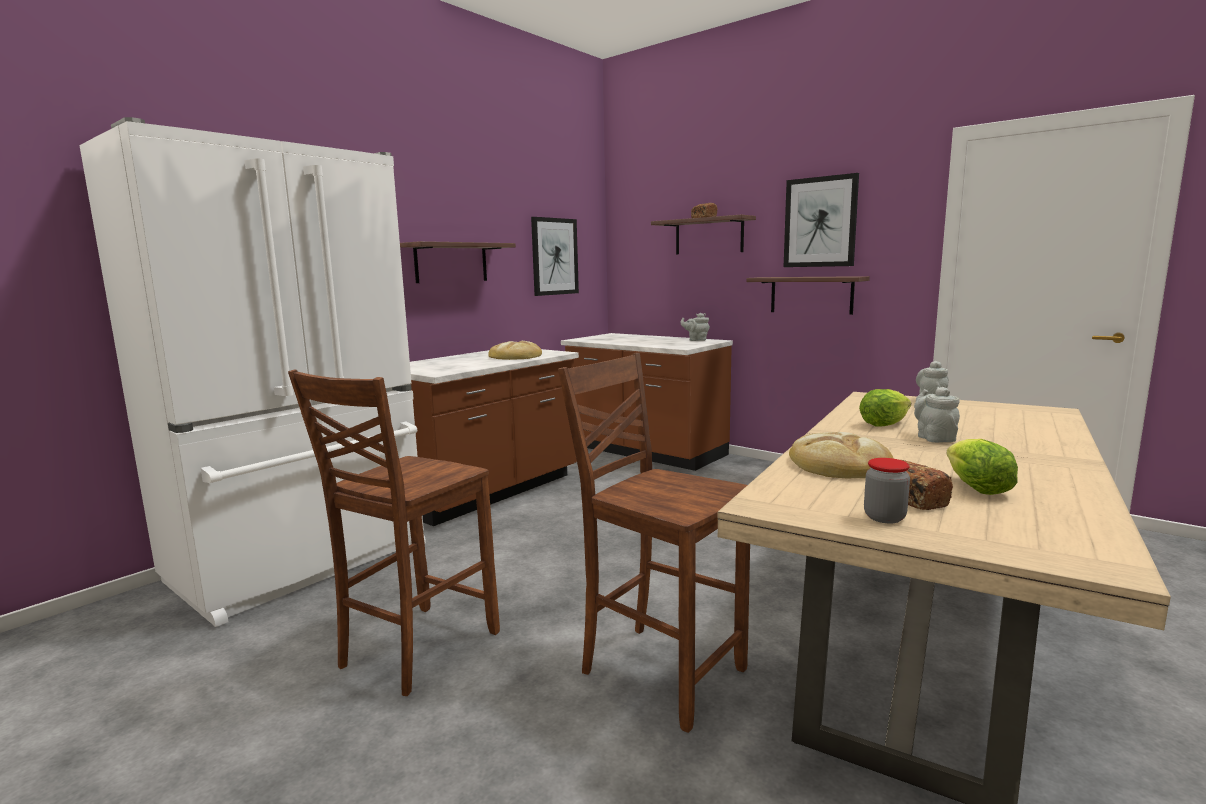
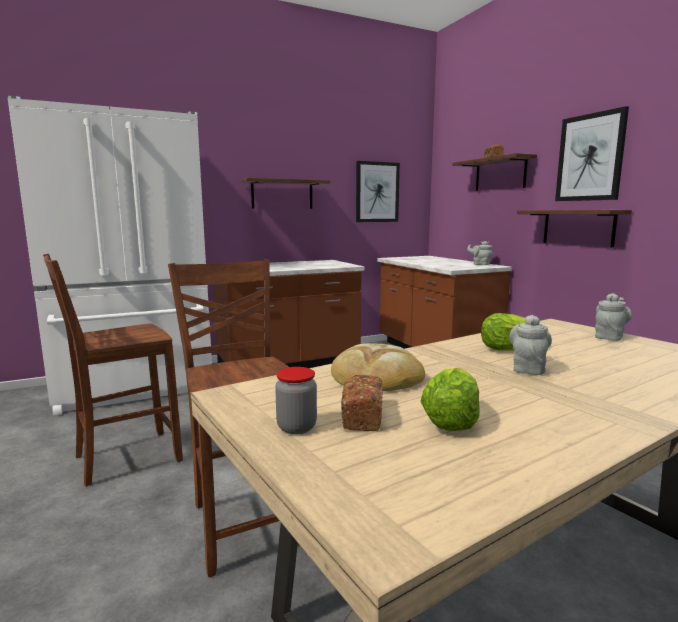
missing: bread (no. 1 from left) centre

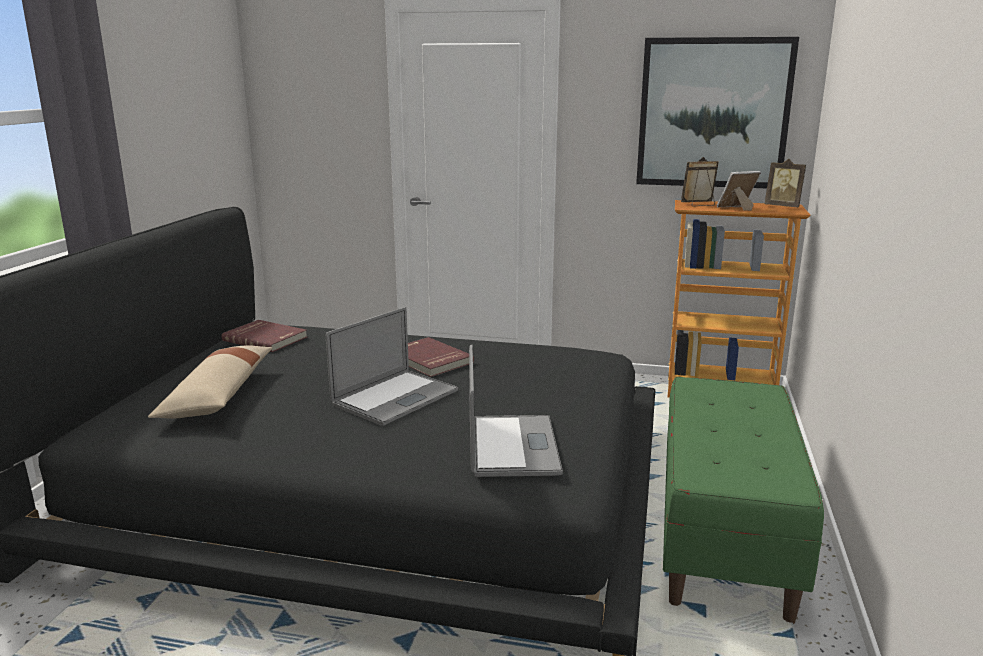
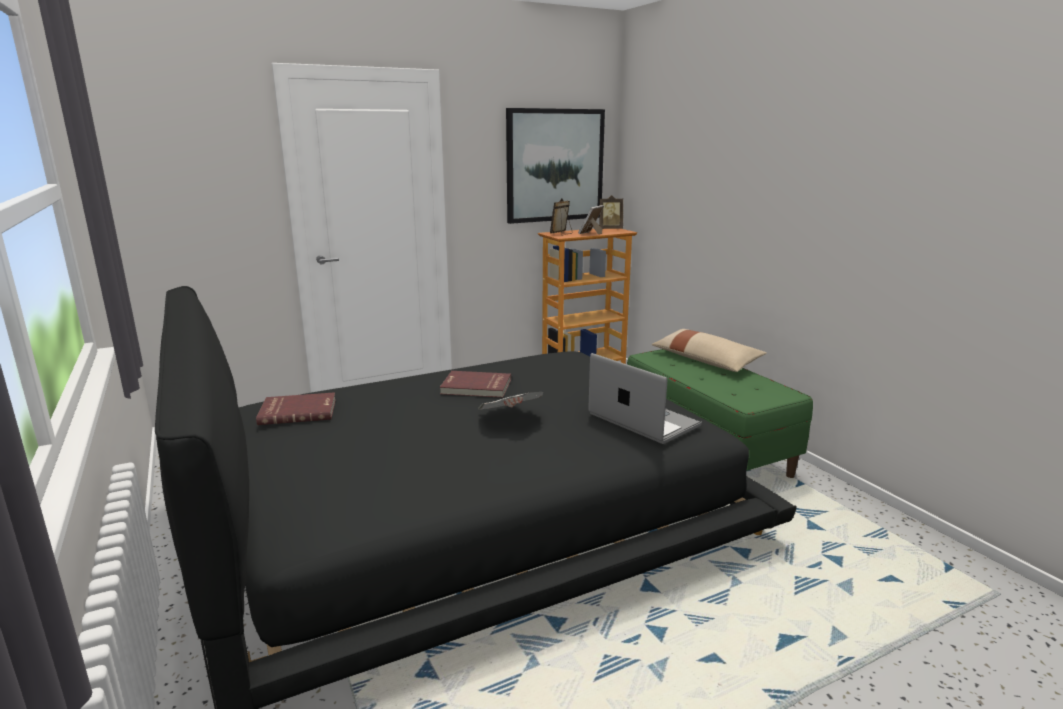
relocated: beige-coloured_cushion middle left to middle right
exchanged: notebook_computer (no. 1 from left) centre to newspaper centre

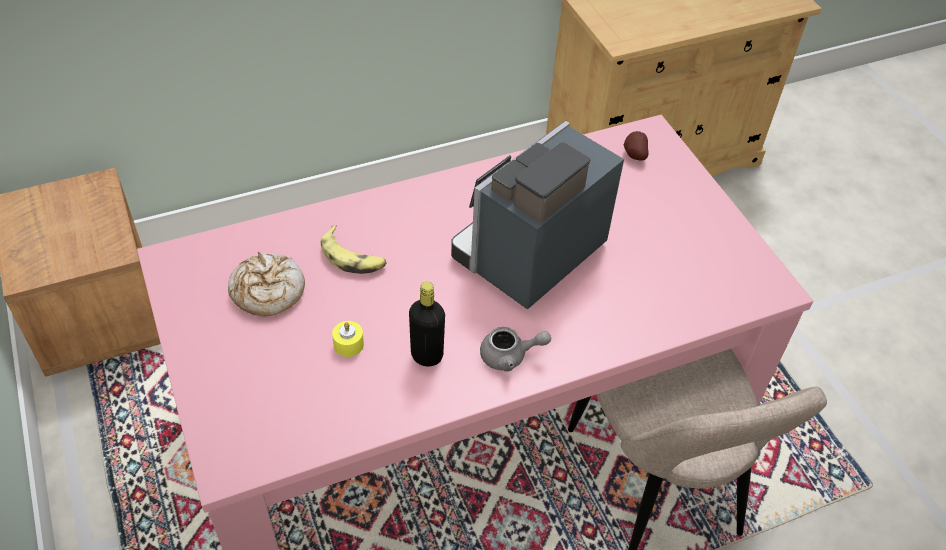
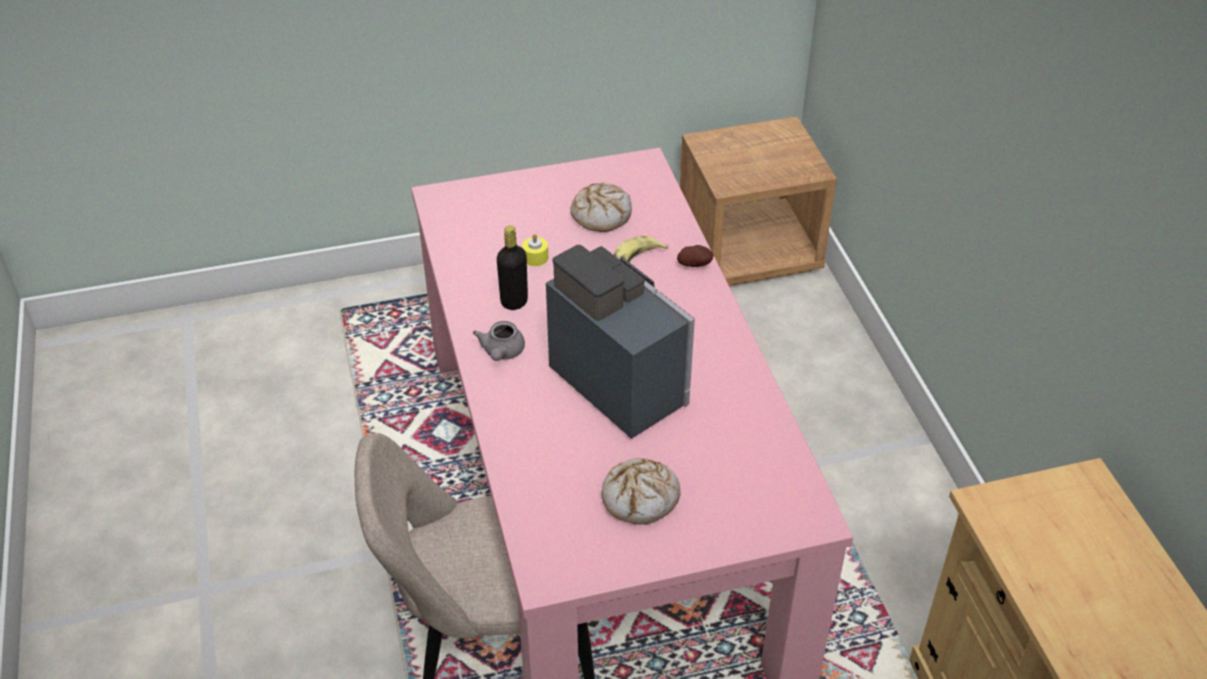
appeared: bread (no. 2 from left) bottom centre
relocated: spud top right to centre

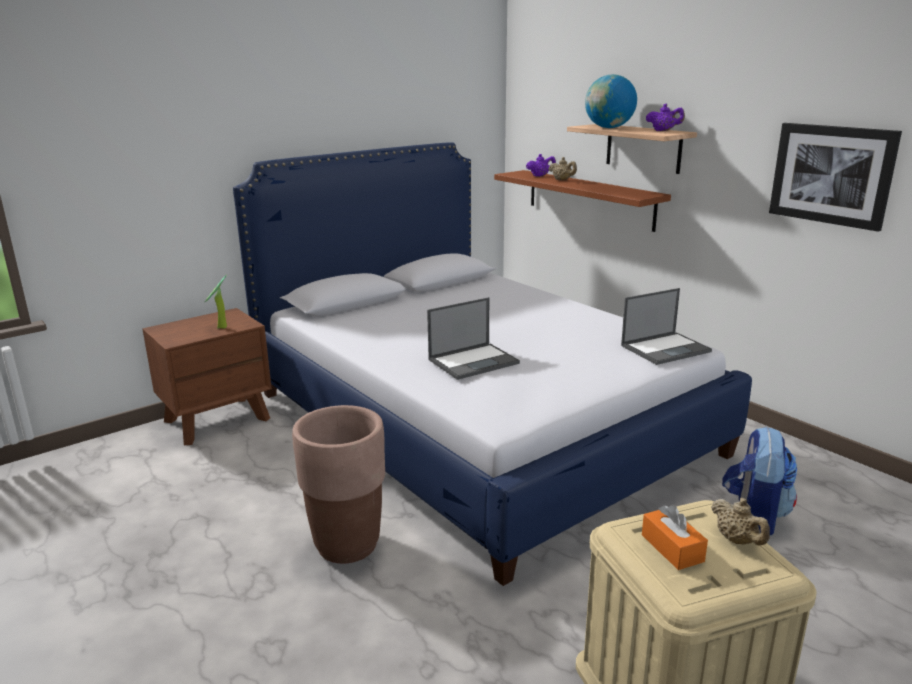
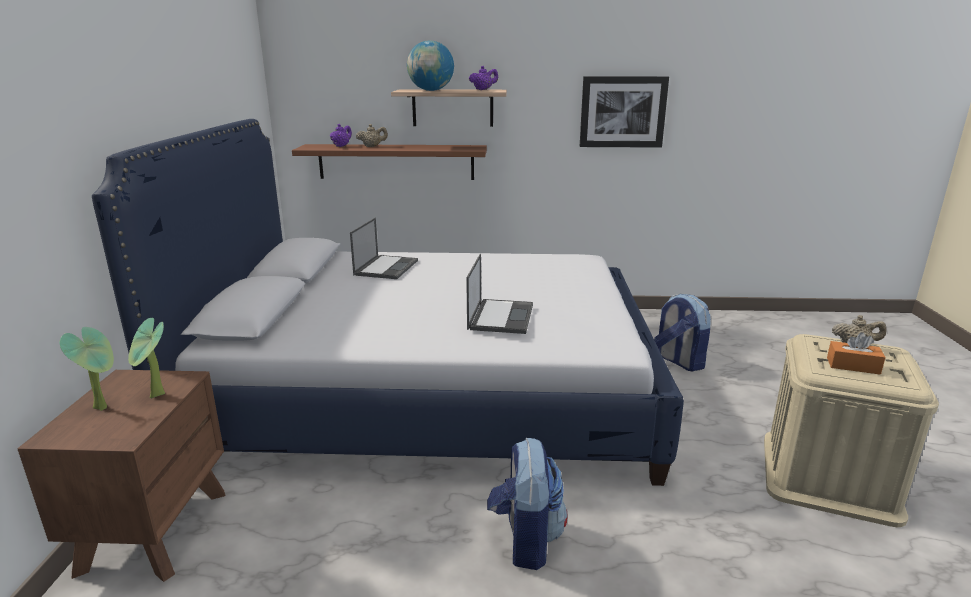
appeared: plant_in_a_pot (no. 1 from left) middle left
relocated: notebook_computer (no. 2 from left in the first image) middle right to notebook_computer (no. 1 from left) centre
exchanged: brownish_flower_pot bottom centre to knapsack (no. 1 from left) bottom centre

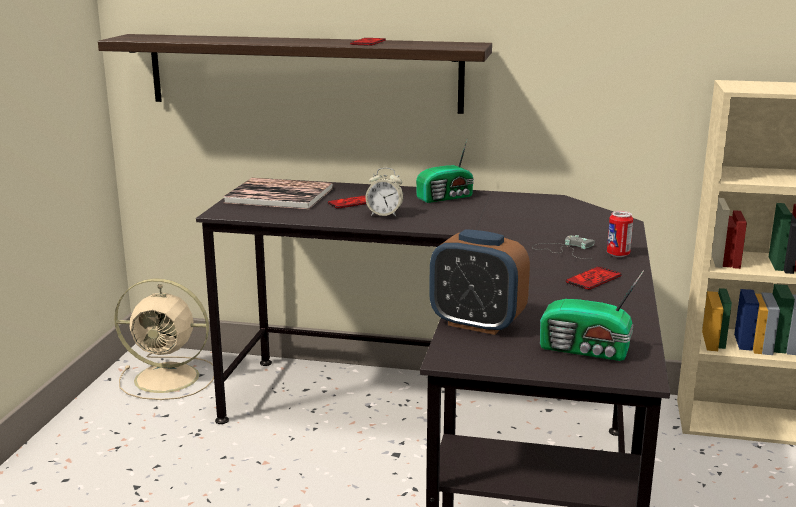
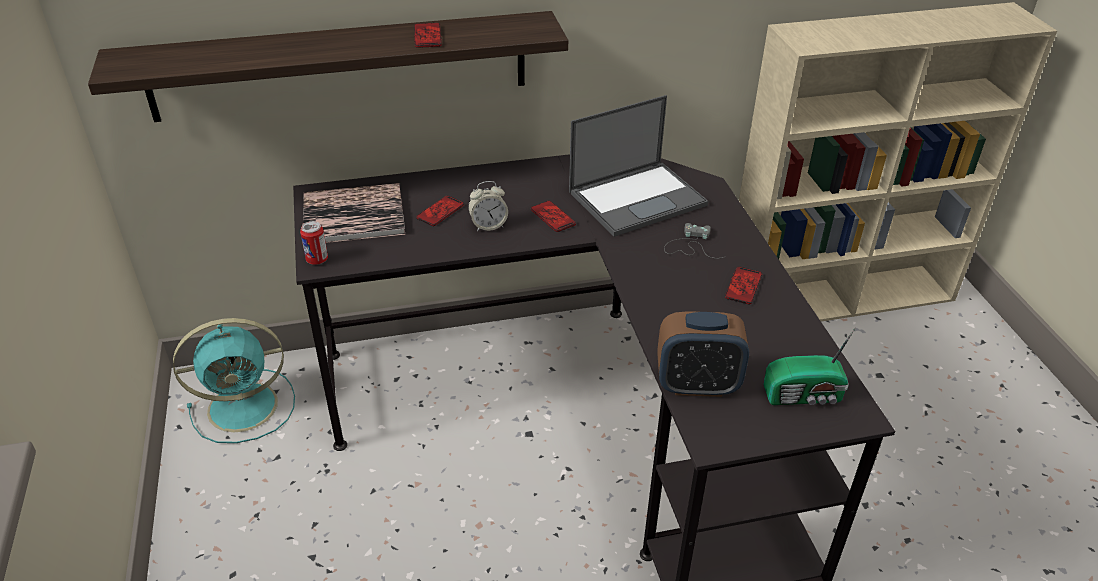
missing: radio_set (no. 1 from left) centre
appeared: phone (no. 3 from left) centre; notebook_computer top centre
relocated: sealed_can middle right to middle left
colour: beige-coloured_cooling_fan bottom left to blue-green_cooling_fan middle left

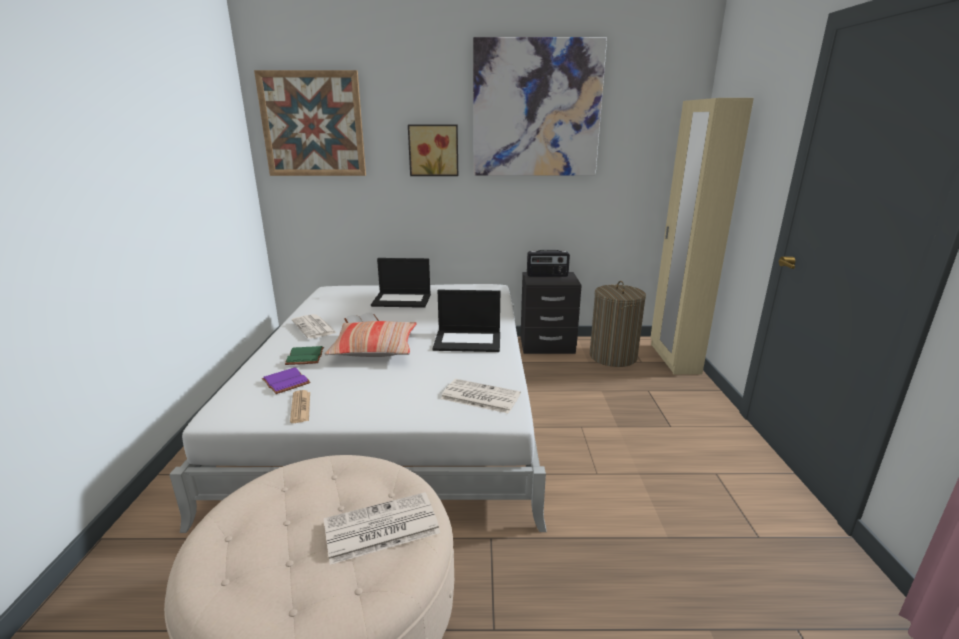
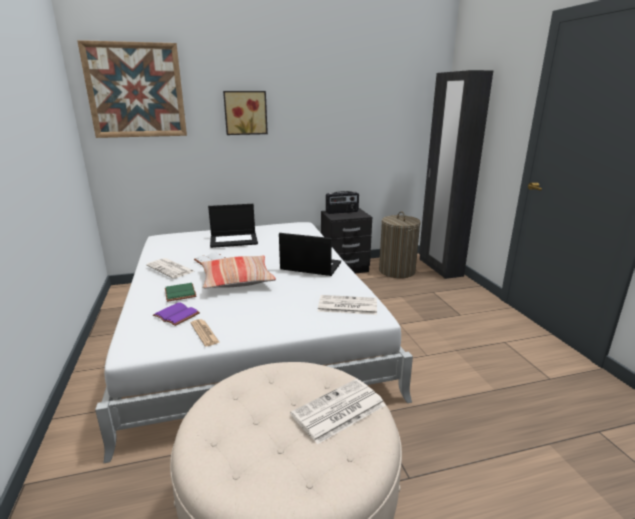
missing: picture (no. 3 from left) top centre
colour: beige-coloured_clothes_cupboard middle right to blackish_clothes_cupboard middle right
spun: notebook_computer (no. 2 from left) centre = centre 150 degrees counterclockwise

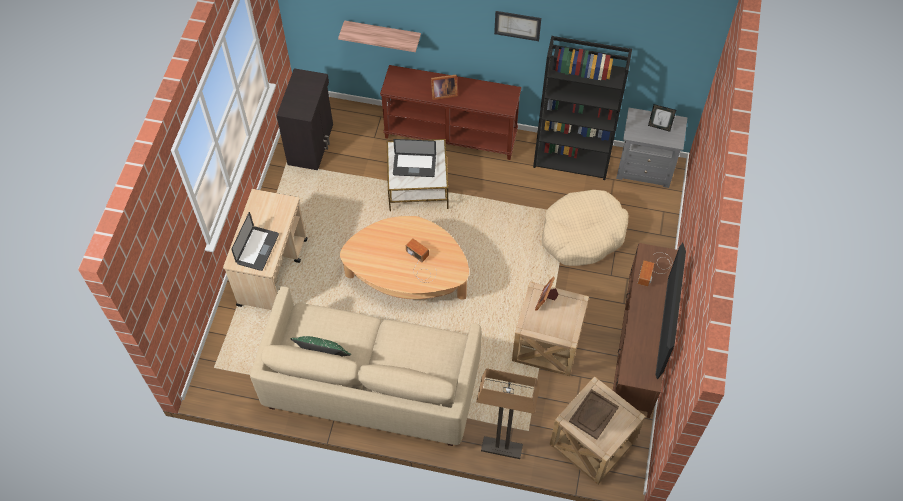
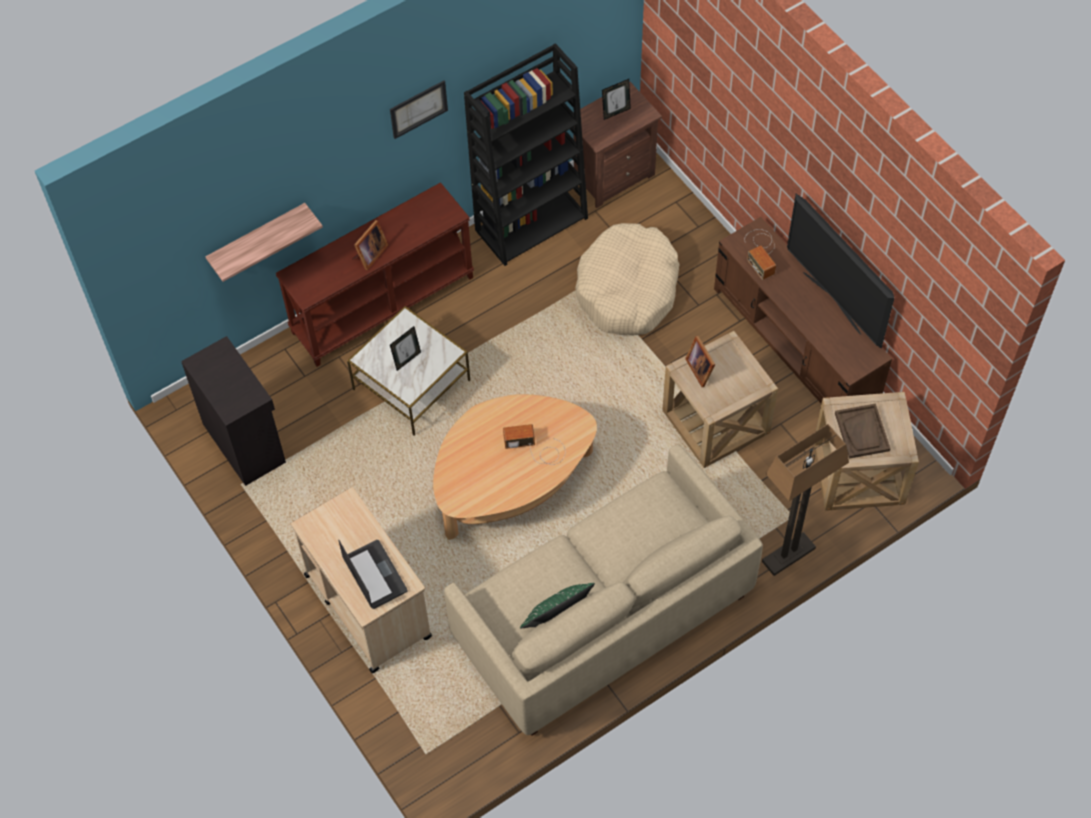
exchanged: notebook_computer (no. 2 from left) top centre to standing_frame (no. 2 from left) centre
colour: greyish_bedside_table top right to brownish_bedside_table top centre

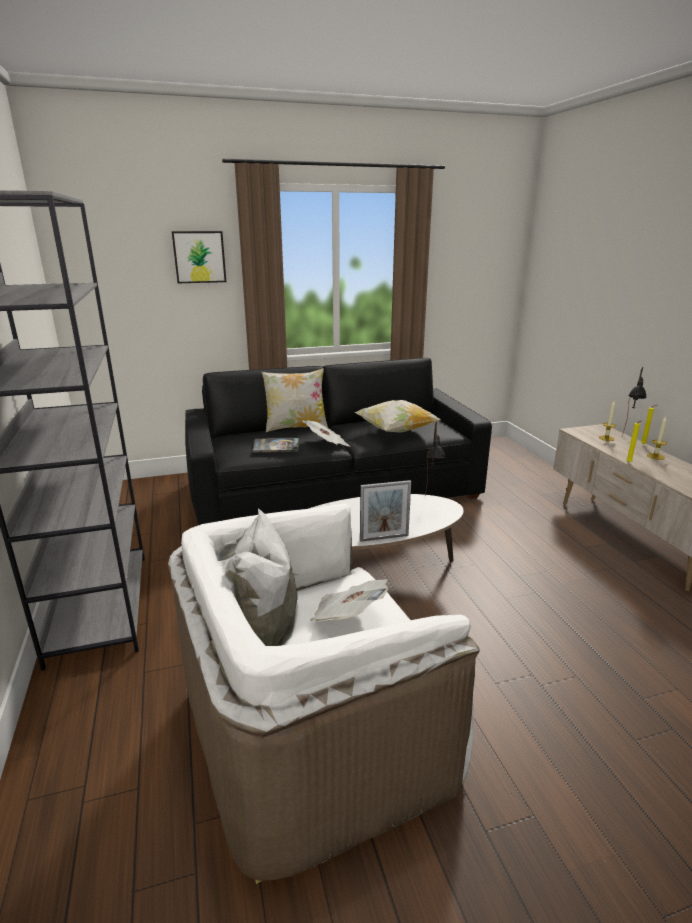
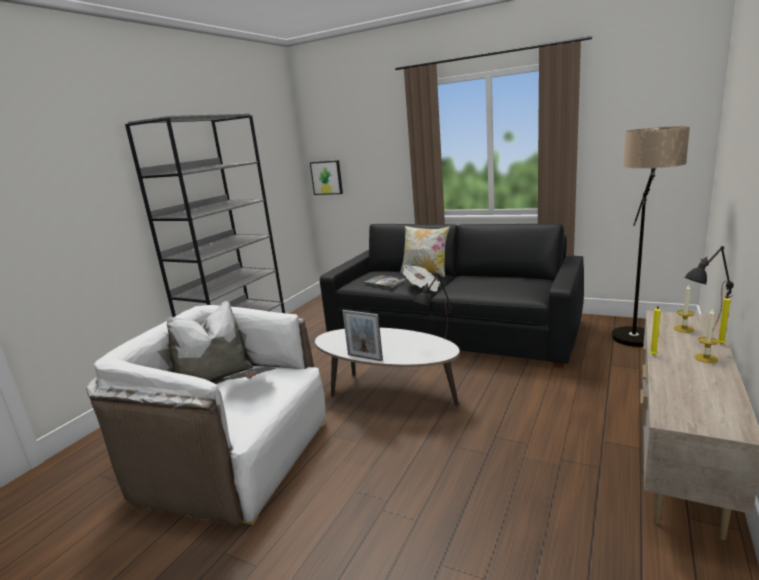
missing: cushion (no. 2 from left) centre
appeared: floor_lamp middle right
relocated: picture top left to top centre

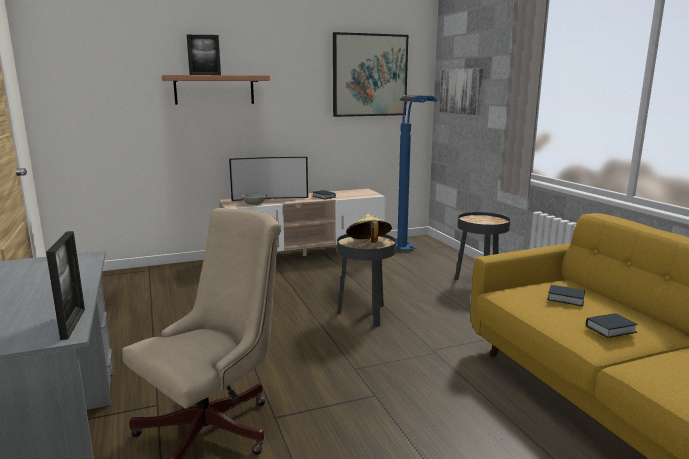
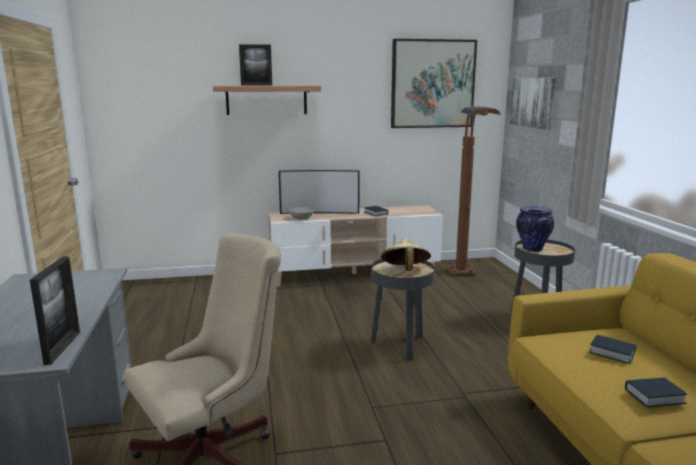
appeared: vase middle right
colour: bluish_floor_lamp centre to brownish_floor_lamp middle right

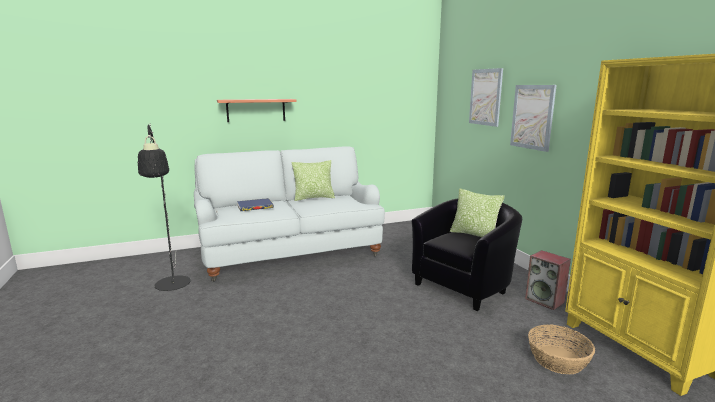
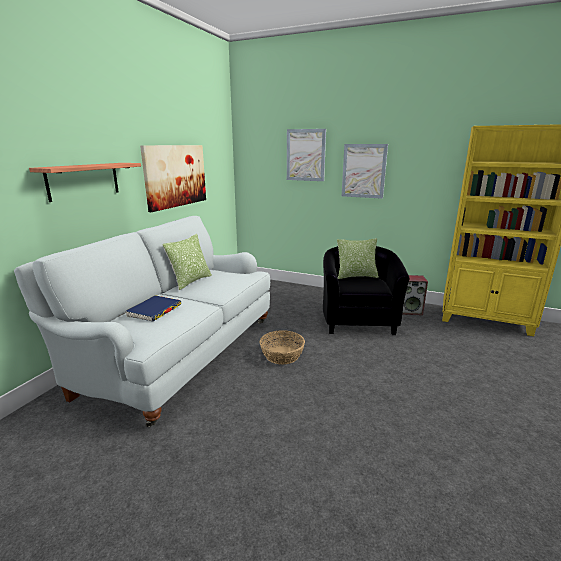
missing: blackish_floor_lamp middle left
appeared: picture (no. 1 from left) top left
relocated: basket bottom right to centre

